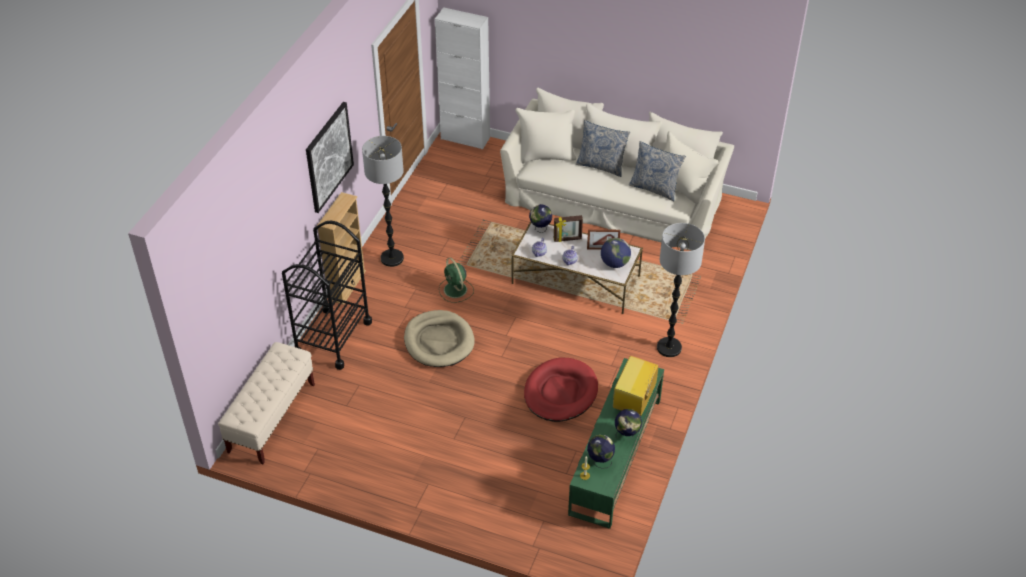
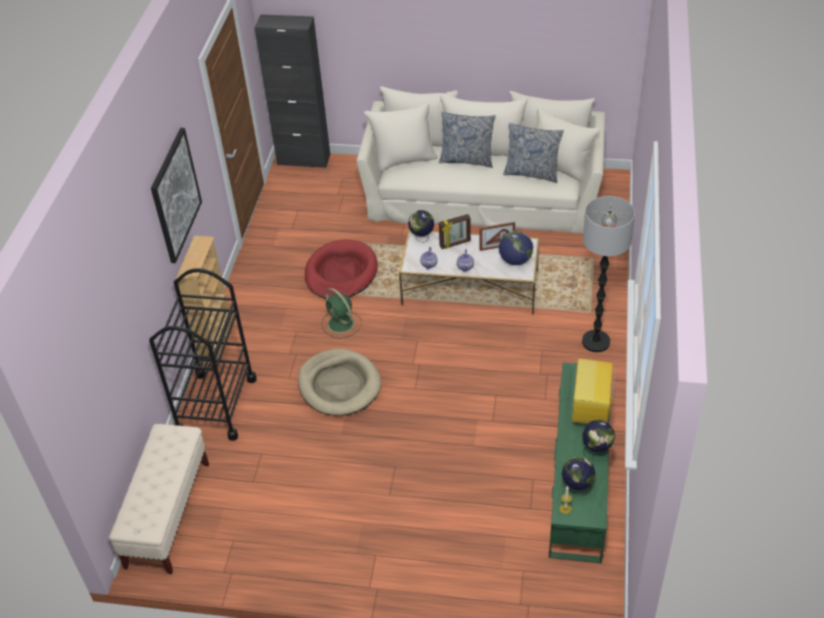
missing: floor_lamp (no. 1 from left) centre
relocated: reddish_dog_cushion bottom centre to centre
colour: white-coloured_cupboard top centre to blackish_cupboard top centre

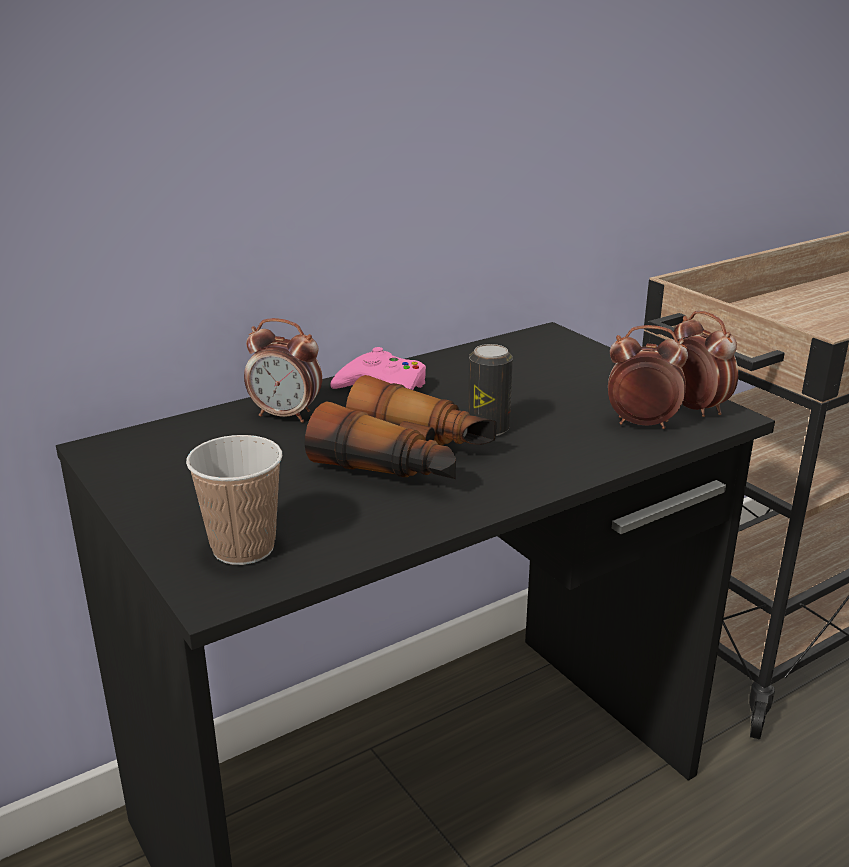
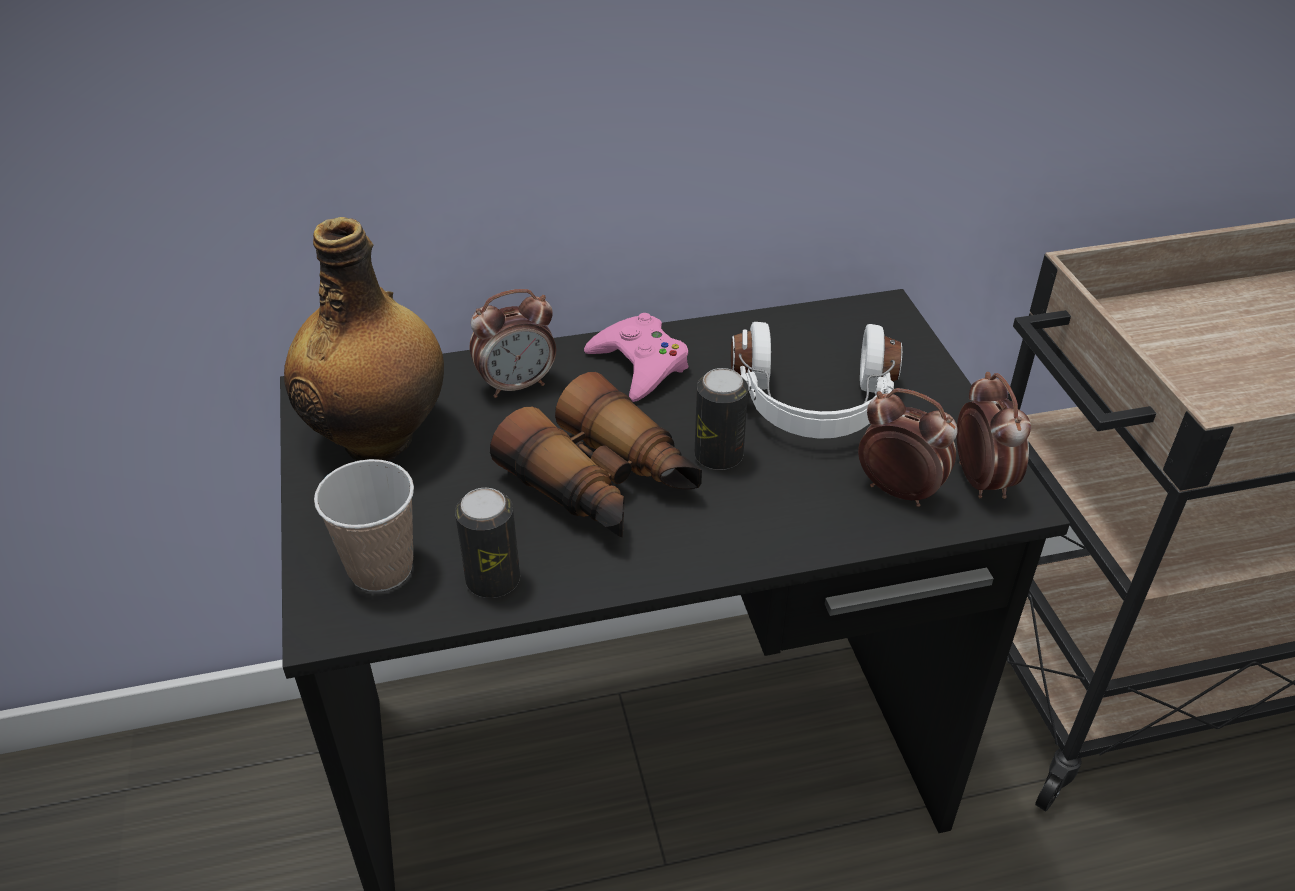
appeared: drink_bottle middle left; sealed_can (no. 1 from left) centre; white-coloured_headset centre
spun: bedside_clock (no. 1 from left) centre = centre 60 degrees counterclockwise

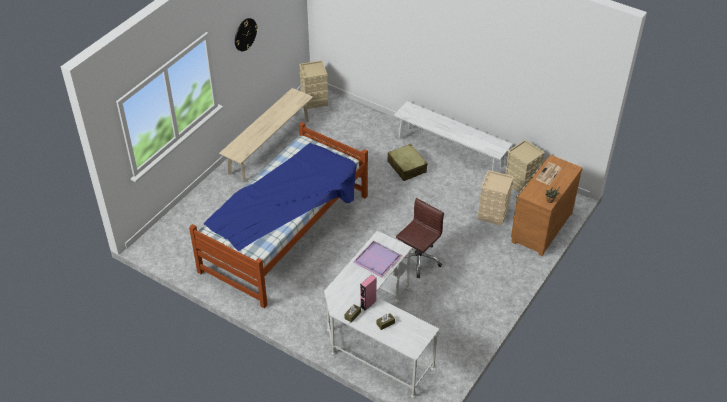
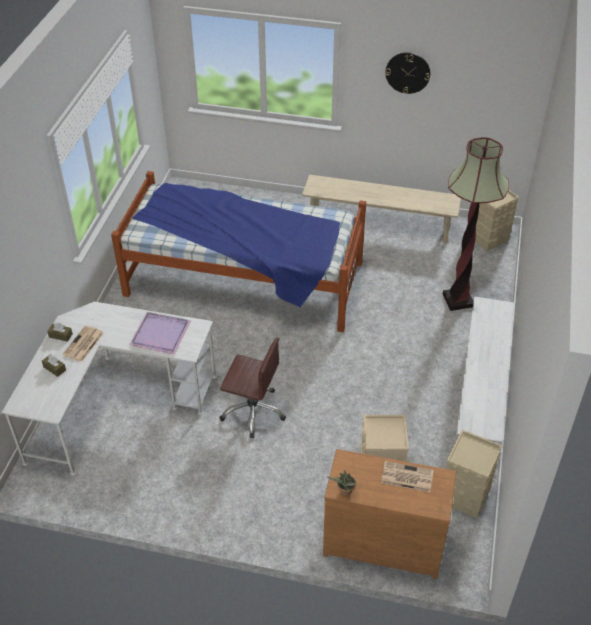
missing: beige-coloured_travel_case centre
appeared: floor_lamp middle right
exchanged: pink-coloured_speaker bottom centre to newspaper (no. 1 from left) middle left

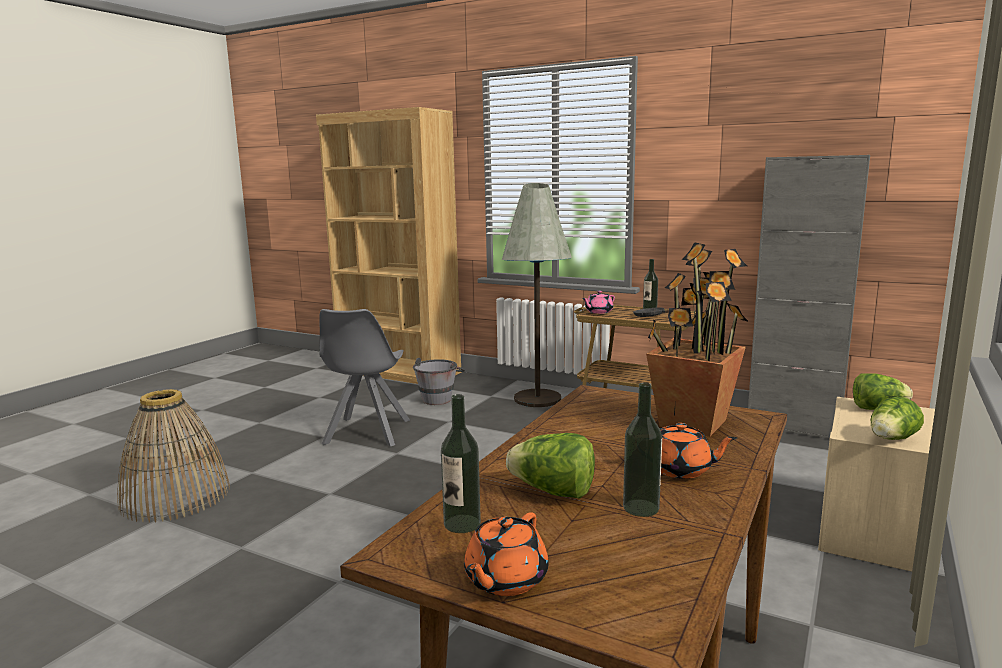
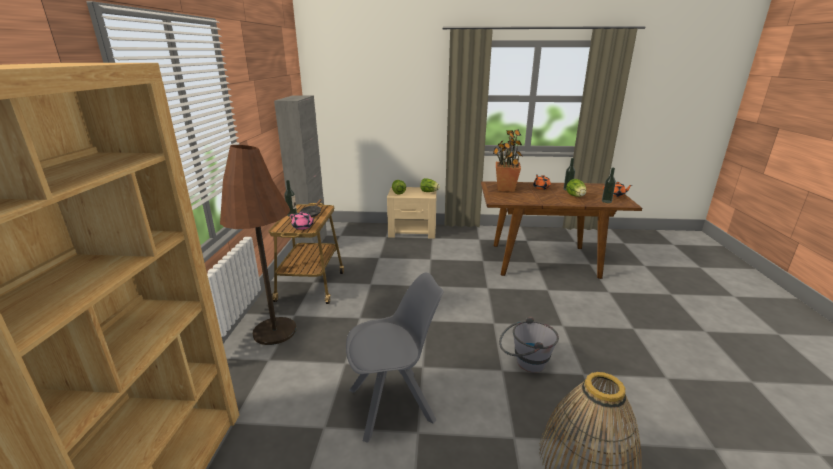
relocated: greyish_pail centre to bottom centre
colour: greyish_floor_lamp centre to brownish_floor_lamp middle left

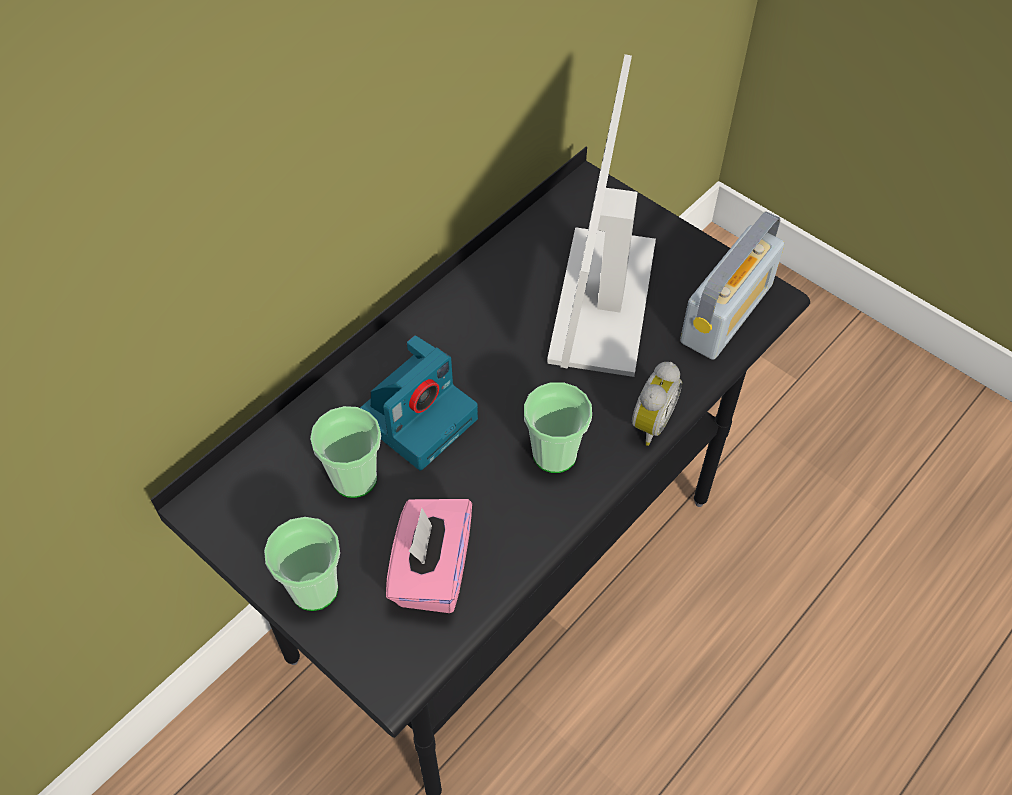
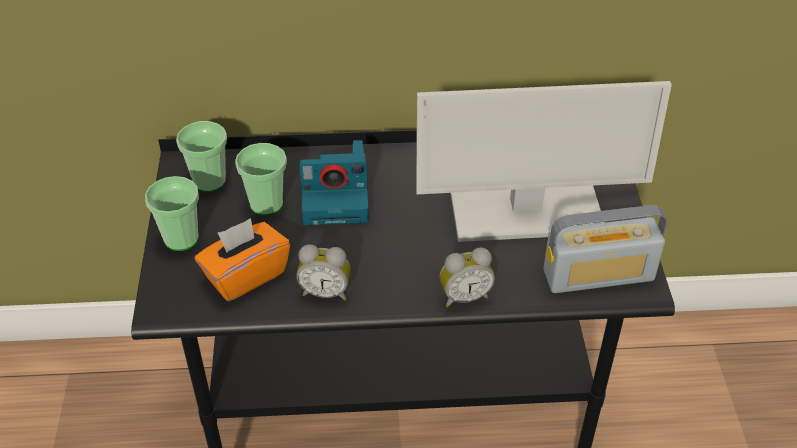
appeared: bedside_clock (no. 1 from left) centre
relocated: cup (no. 3 from left in the first image) centre to cup (no. 2 from left) middle left
colour: pink-coloured_box_of_tissues bottom centre to orange-coloured_box_of_tissues middle left
spun: monitor top centre = middle right 150 degrees counterclockwise

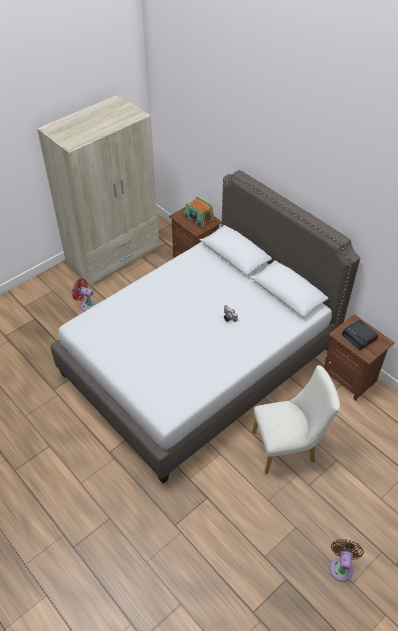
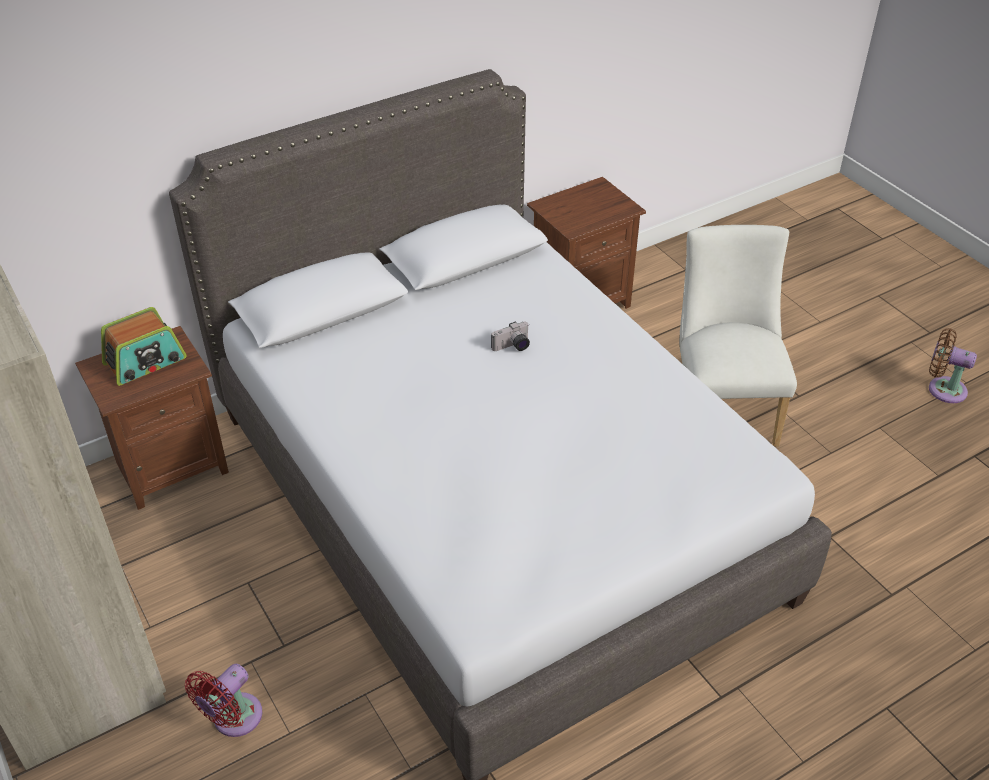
missing: bedside_clock middle right

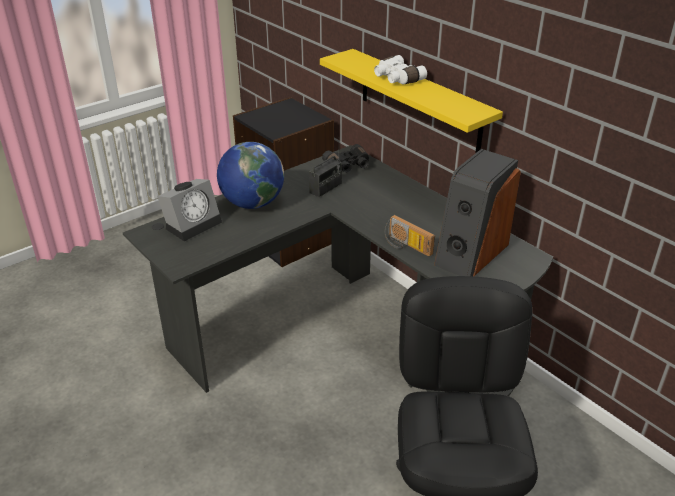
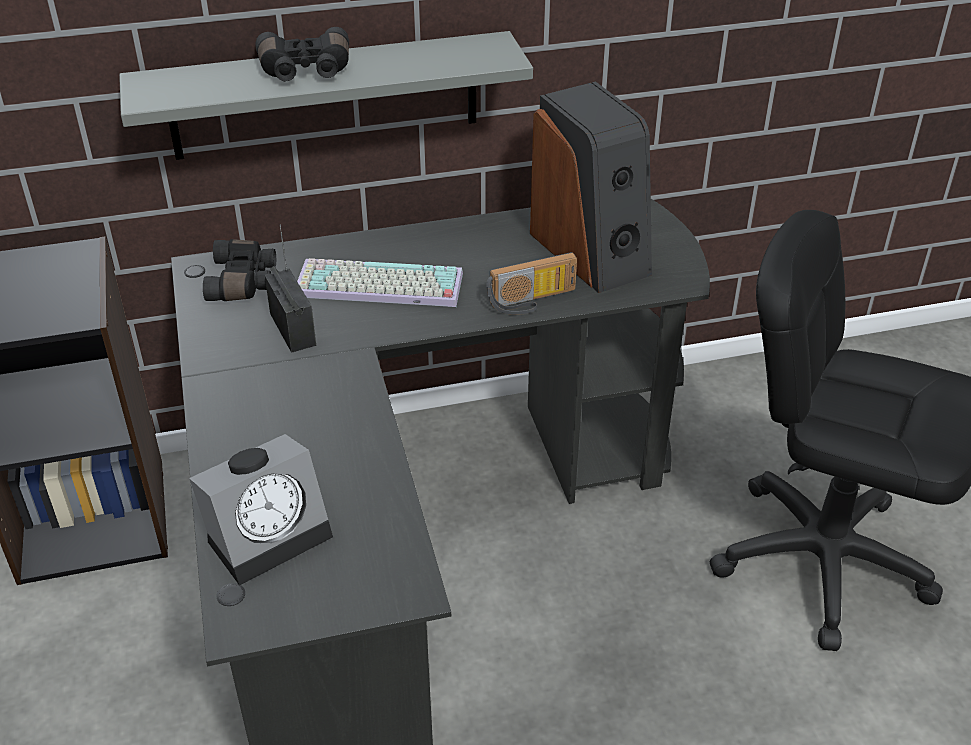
missing: desk_globe centre
appeared: keyboard centre
colour: yellow-coloured_bracket_shelf top centre to greyish_bracket_shelf top centre; white-coloured_field_glasses top centre to blackish_field_glasses (no. 2 from left) top left
spun: bedside_clock middle left = bottom left 75 degrees clockwise

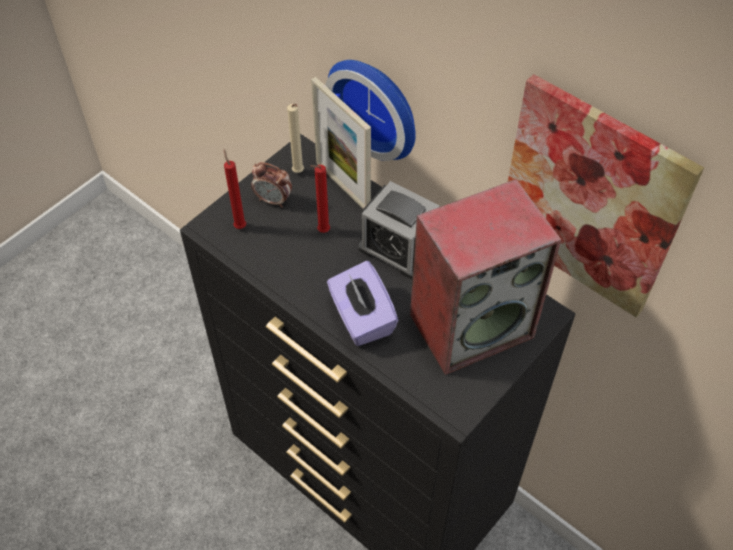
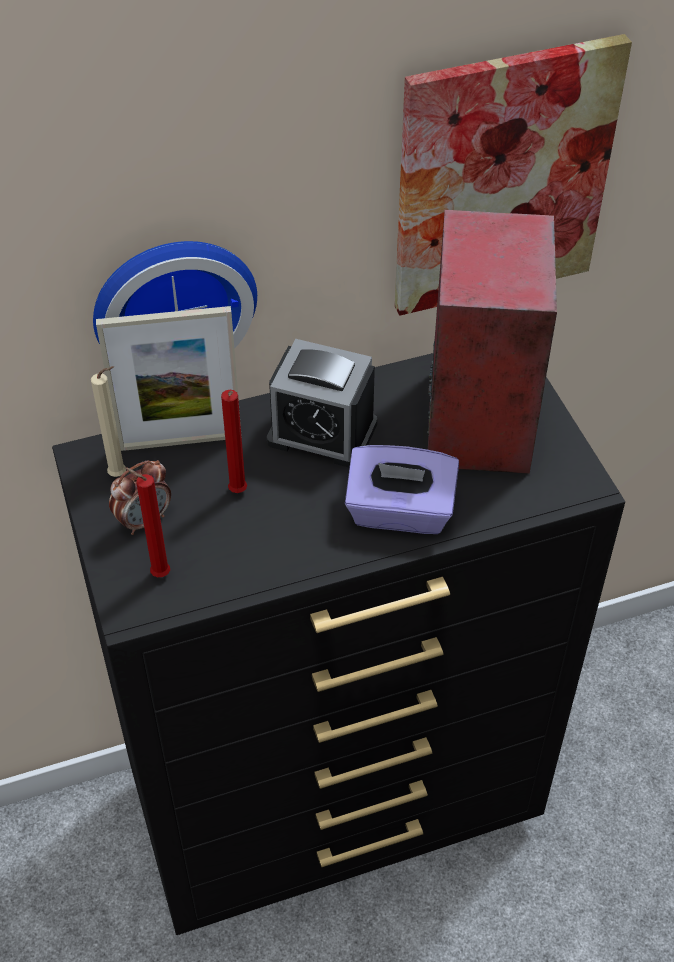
spun: bedside_clock (no. 2 from left) centre = centre 45 degrees clockwise

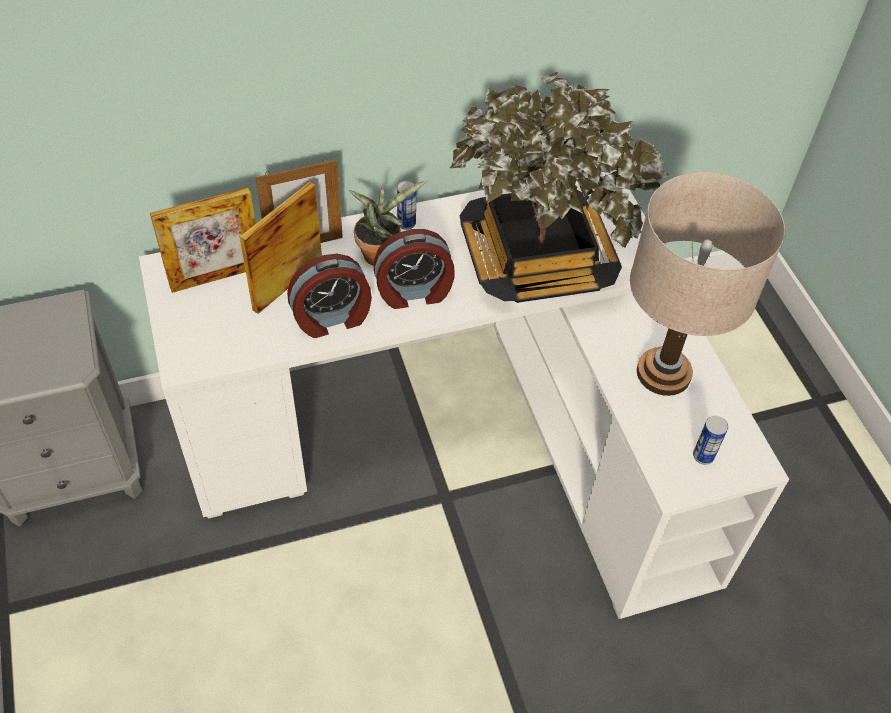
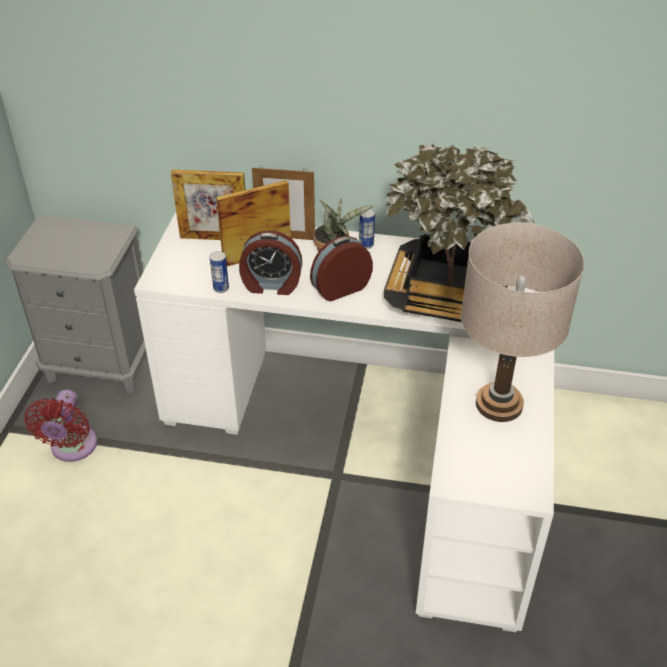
appeared: reddish_cooling_fan middle left
relocated: sealed_can (no. 2 from left in the first image) middle right to sealed_can (no. 1 from left) middle left
spun: bedside_clock (no. 2 from left) centre = centre 135 degrees clockwise

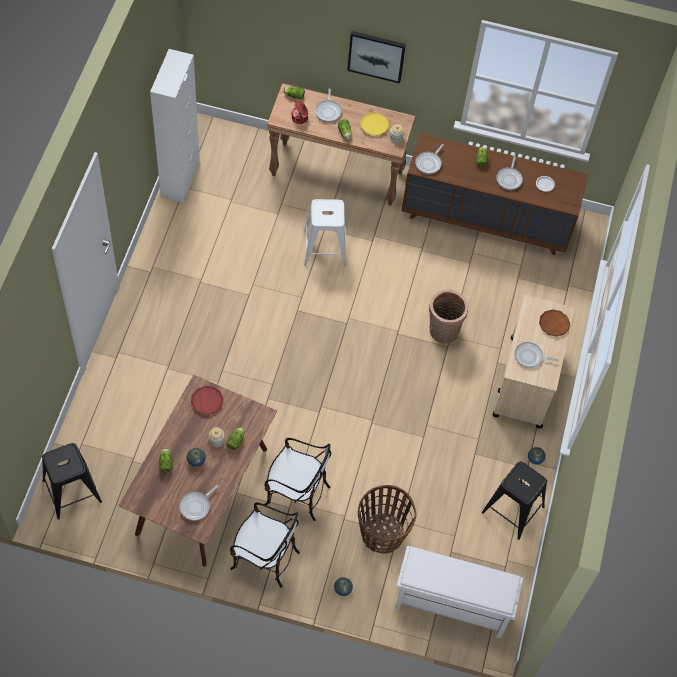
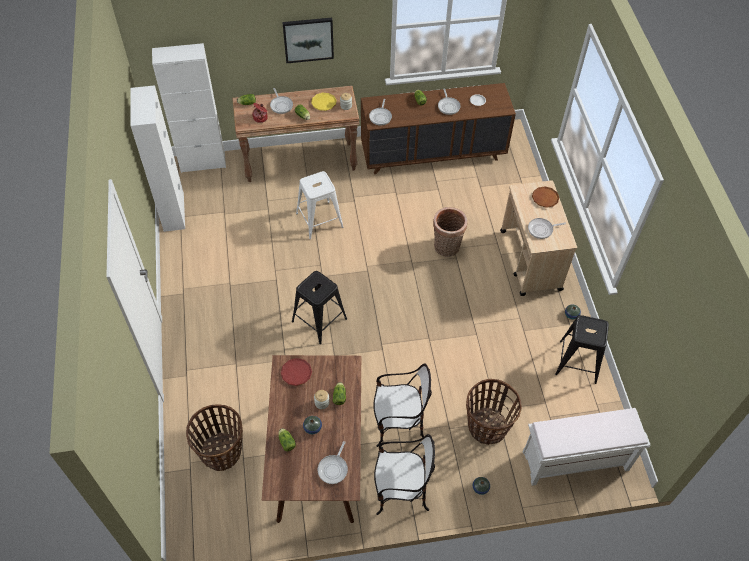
appeared: white-coloured_cupboard (no. 2 from left) top left; basket (no. 1 from left) bottom left
relocated: blackish_sitting_stool (no. 1 from left) bottom left to centre

